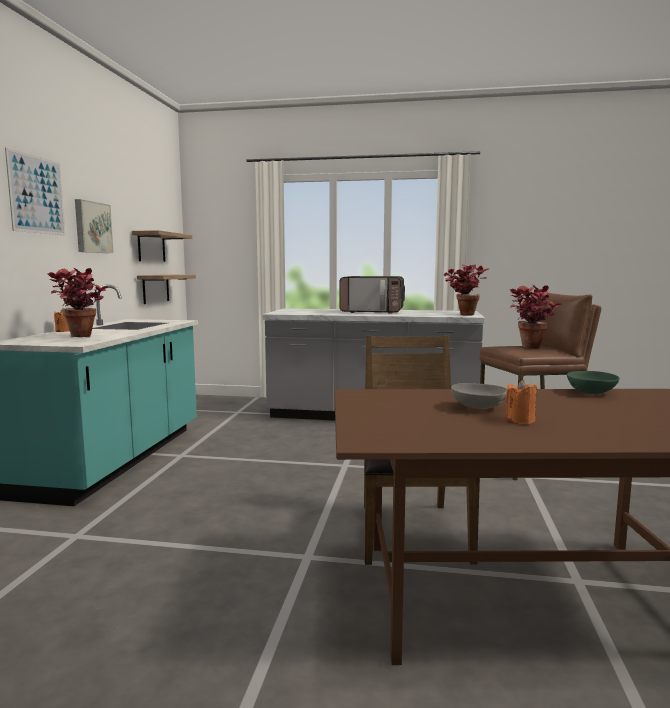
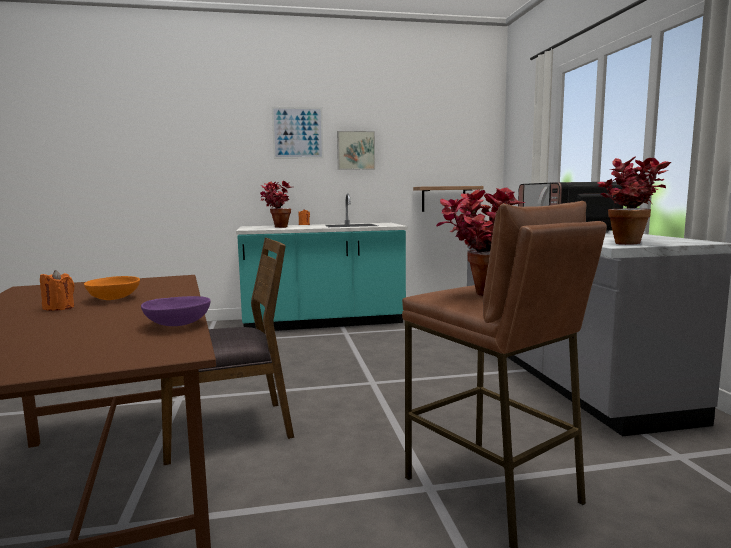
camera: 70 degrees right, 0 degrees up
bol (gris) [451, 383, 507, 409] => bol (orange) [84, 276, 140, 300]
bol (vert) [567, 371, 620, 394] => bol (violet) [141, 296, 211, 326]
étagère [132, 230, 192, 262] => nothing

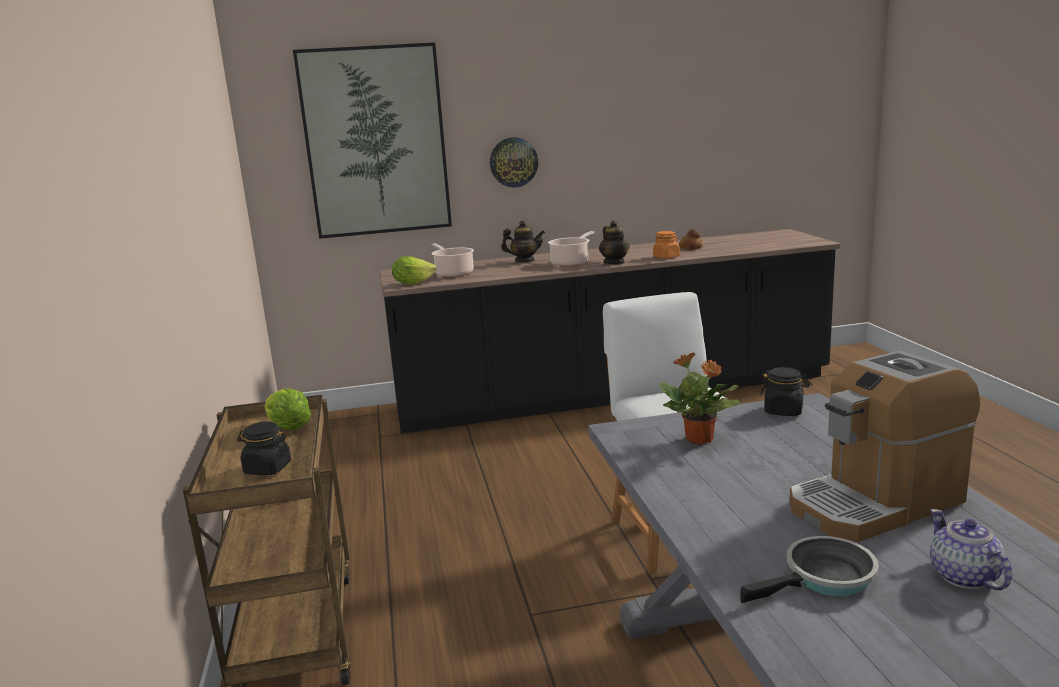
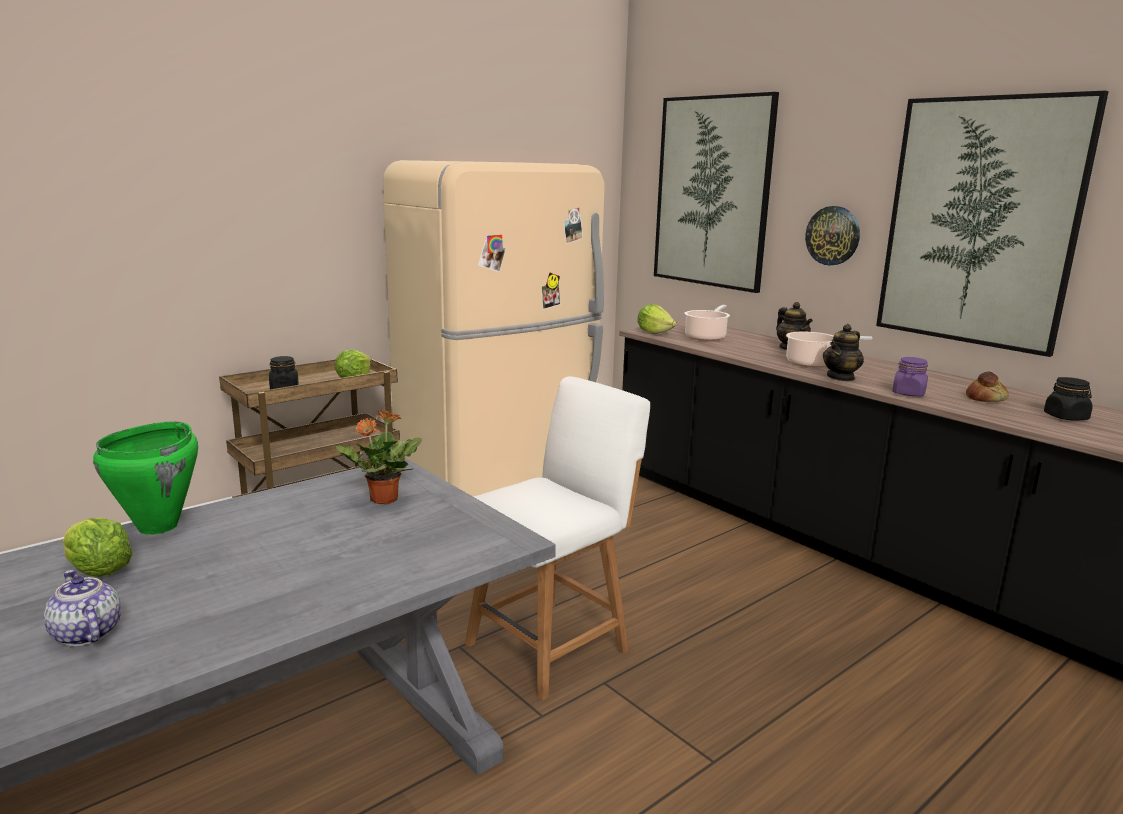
camera: 60 degrees right, 0 degrees up
théière [930, 509, 1012, 590] => théière [44, 570, 121, 646], 90 degrees counterclockwise
poêle [741, 536, 879, 603] => laitue [62, 518, 133, 577]
nothing => marmite (vert) [93, 422, 198, 535]
nothing => réfrigérateur (beige) [383, 160, 605, 497]
nothing => tableau [876, 91, 1109, 357]
bocal (orange) [653, 231, 680, 259] => bocal (violet) [892, 357, 928, 396]
bocal (noir) [760, 367, 810, 416] => bocal (noir) [1044, 377, 1093, 420], shifted
machine à café [790, 350, 980, 542] => nothing

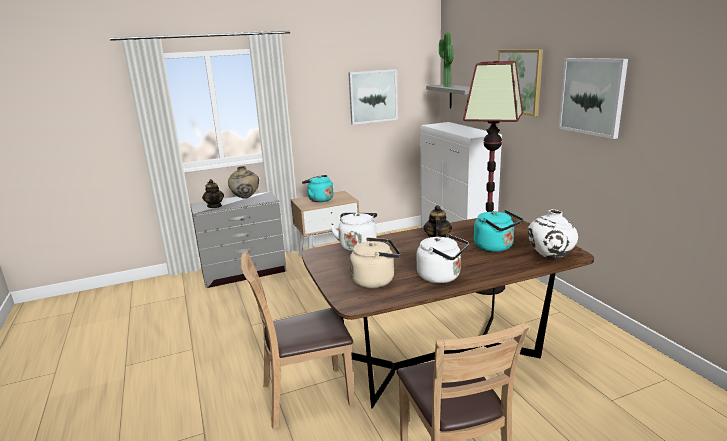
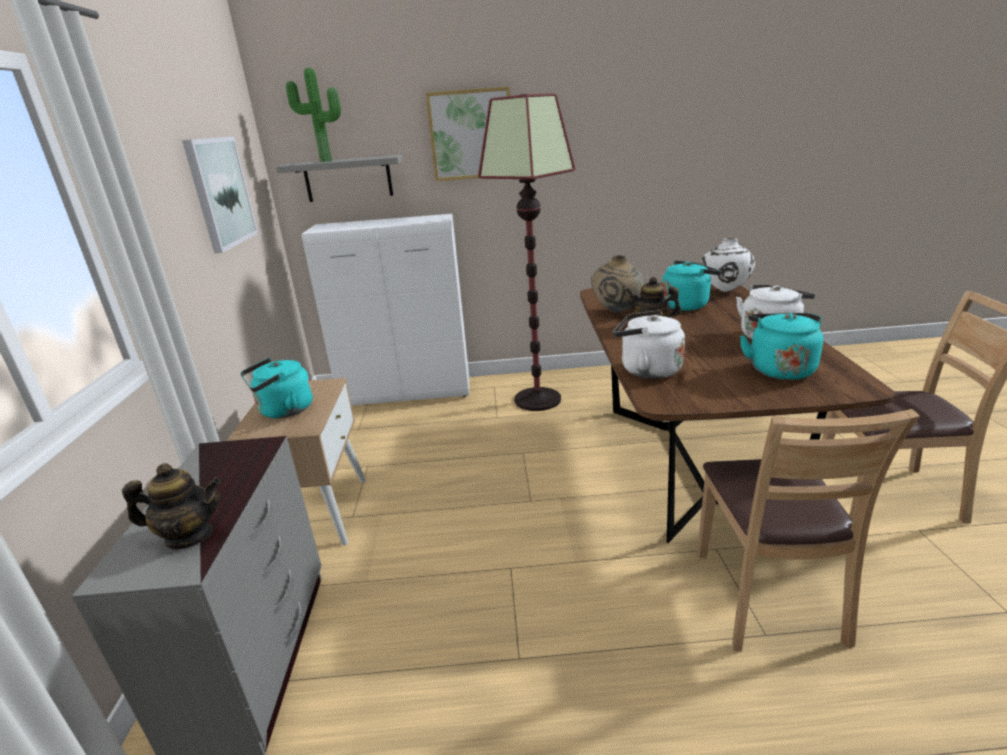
camera: 70 degrees left, 5 degrees up
vase (beige) [228, 166, 259, 199] => vase (beige) [591, 255, 645, 313], shifted
bouilloire (beige) [350, 237, 400, 288] => bouilloire (turquoise) [740, 313, 823, 380]
tableau [558, 58, 628, 139] => nothing

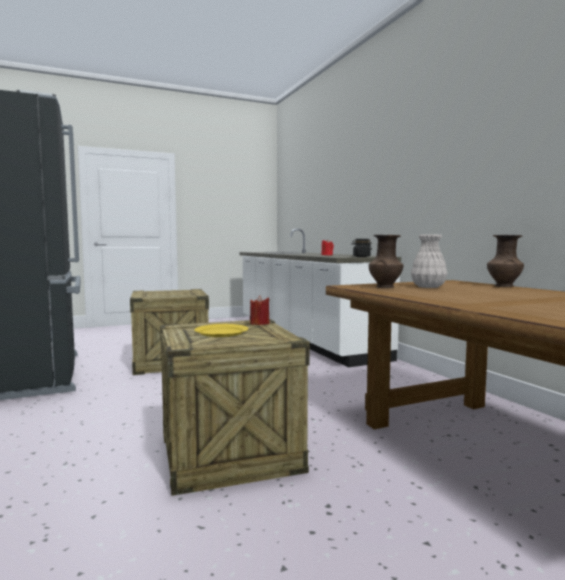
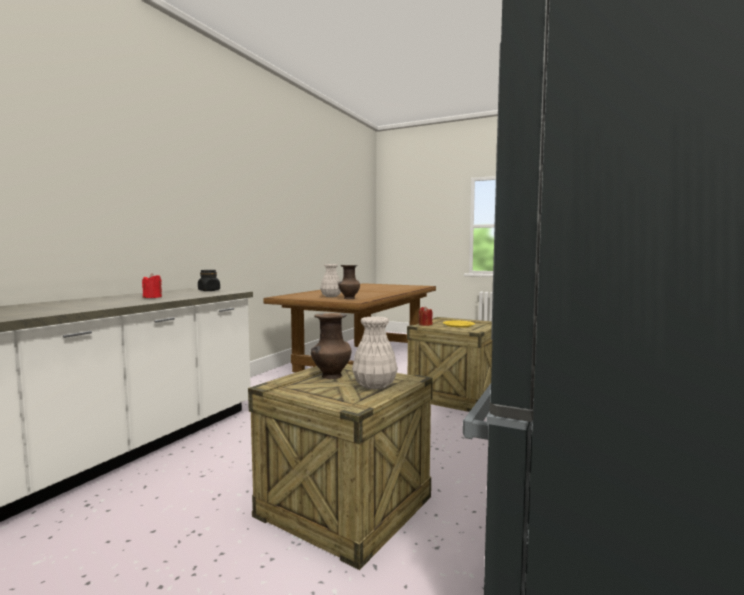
camera: 130 degrees left, 0 degrees up
vase (marron) [487, 235, 524, 287] => vase (marron) [311, 313, 351, 379], shifted
nothing => vase (blanc) [352, 316, 398, 389]

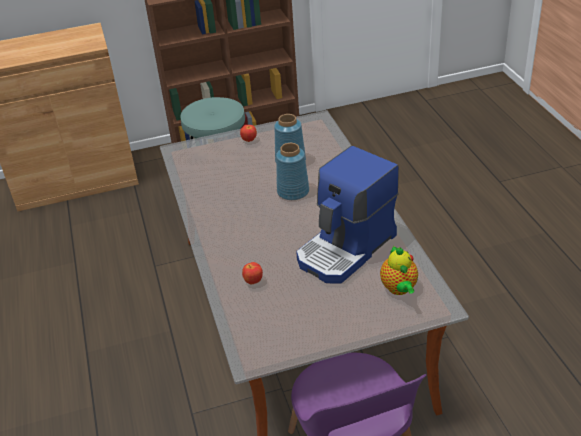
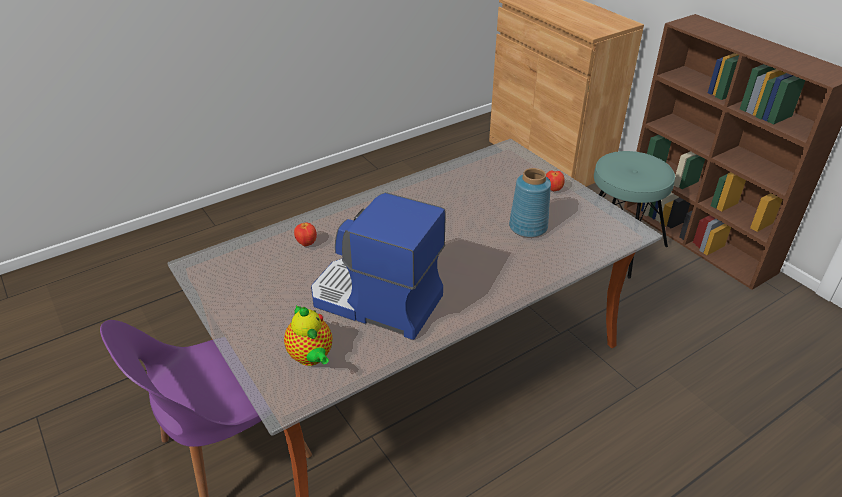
camera: 70 degrees right, 0 degrees up
théière [380, 246, 418, 295] => théière [284, 305, 332, 366], 90 degrees counterclockwise
vase (bleu) [276, 143, 309, 200] => nothing

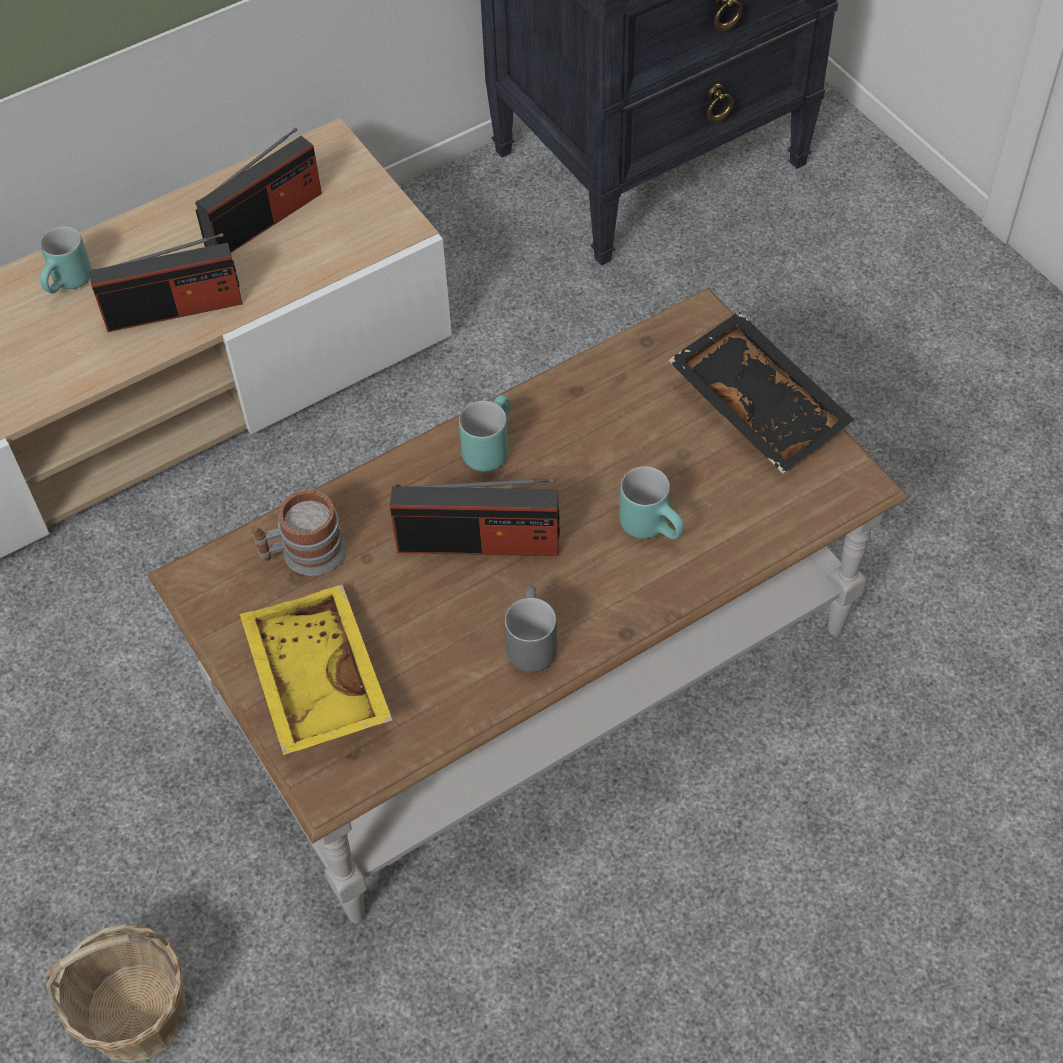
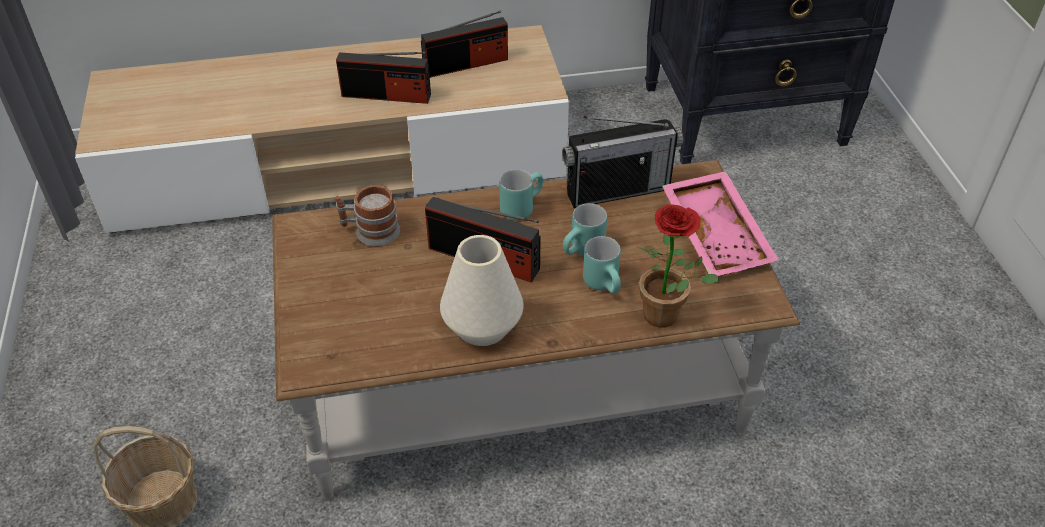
camera: 20 degrees right, 10 degrees down
mug (gris) [504, 585, 557, 672] => vase (blanc) [440, 235, 524, 346]
nothing => radio [562, 116, 683, 208]
mug (turquoise) [40, 226, 92, 293] => mug (turquoise) [563, 203, 607, 256], shifted
nothing => plante en pot [638, 205, 719, 328]
plateau (noir) [668, 311, 854, 474] => plateau (rose) [662, 171, 779, 276]
plateau (jaune) [240, 585, 393, 755] => nothing

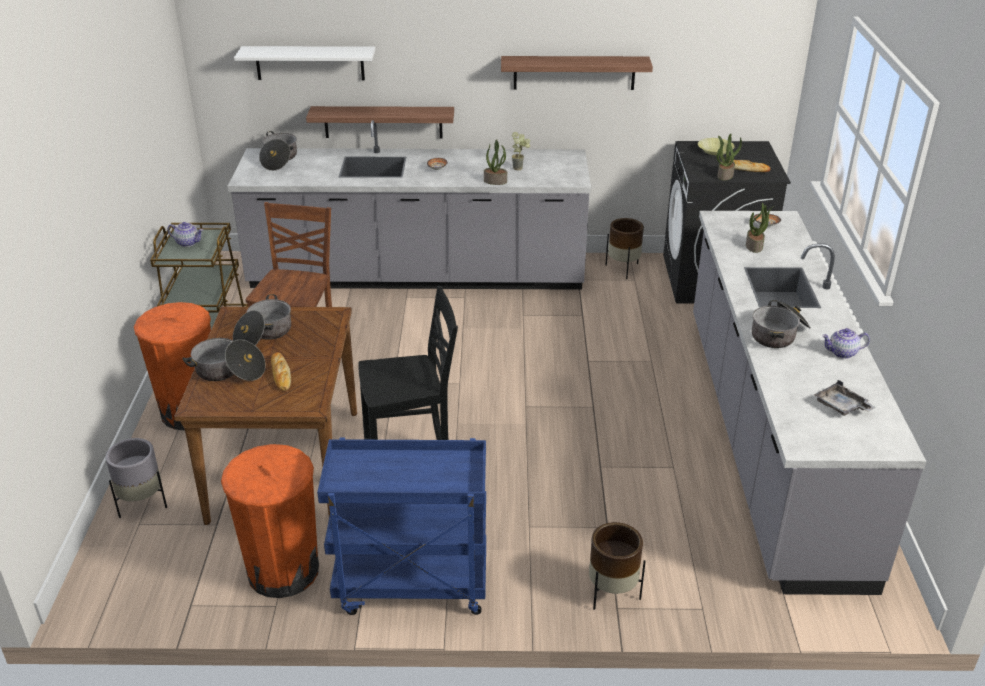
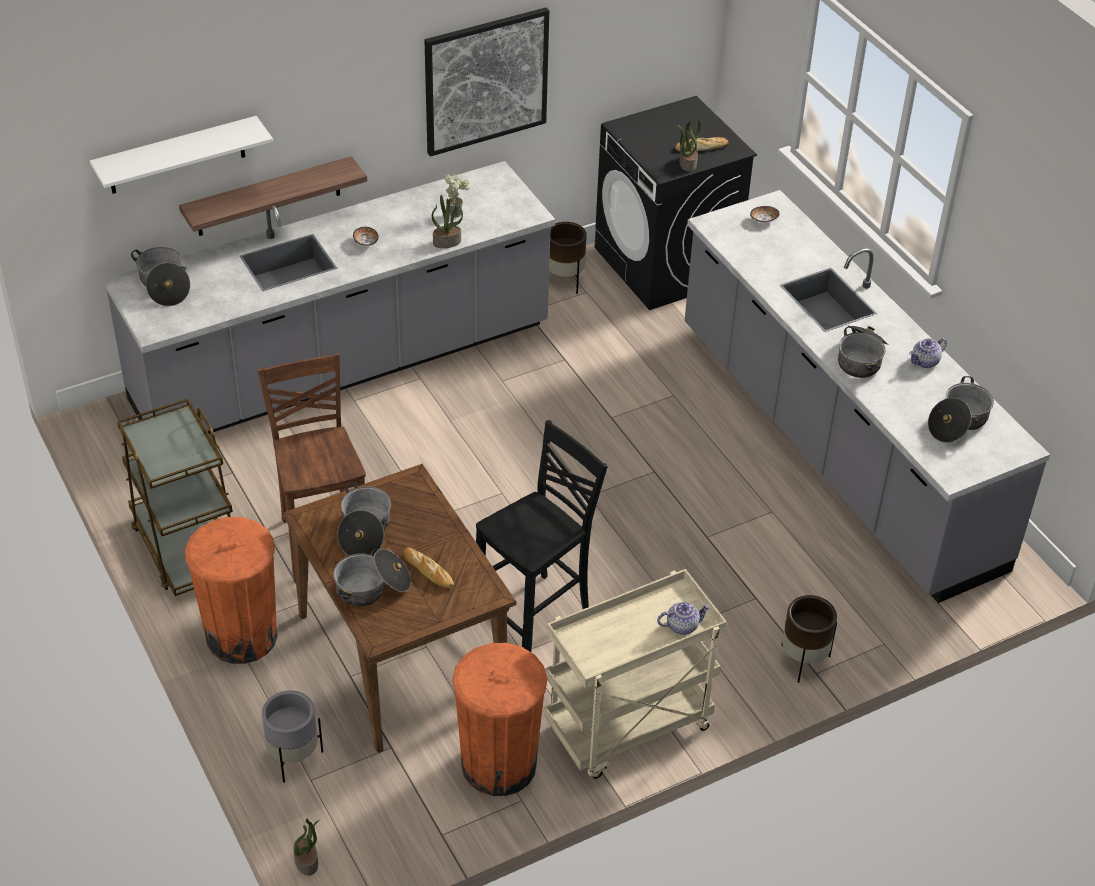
camera: 30 degrees left, 10 degrees up
plante en pot [746, 203, 774, 253] => plante en pot [293, 819, 319, 876], shifted
étagère [501, 56, 653, 90] => tableau [424, 7, 549, 157]
chariot (bleu) [317, 438, 486, 615] => chariot (beige) [544, 569, 727, 779]
théière [167, 222, 203, 247] => théière [657, 602, 711, 635], shifted
plateau (gris) [814, 380, 876, 416] => marmite [928, 376, 994, 443]
bol (jaune) [698, 138, 735, 155] => nothing

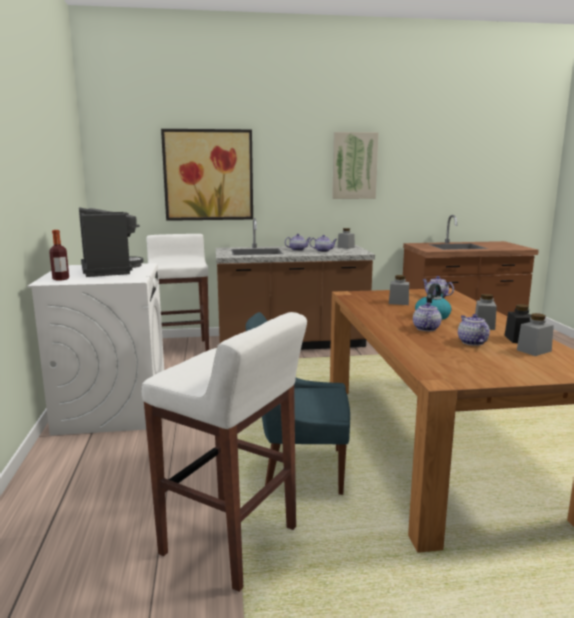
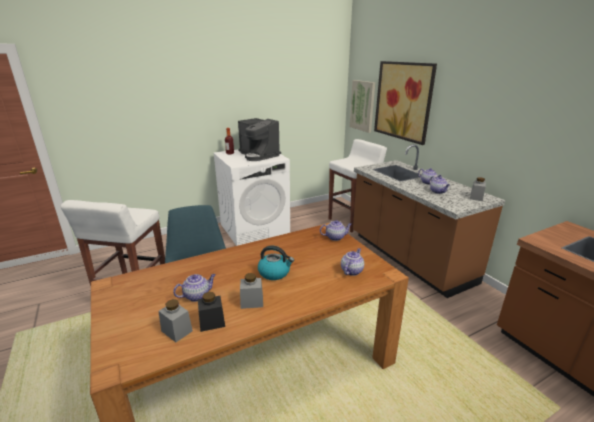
camera: 70 degrees right, 10 degrees up
machine à café [79, 207, 143, 277] => machine à café [238, 118, 281, 161], 90 degrees clockwise
théière [413, 302, 442, 331] => théière [320, 220, 352, 241], shifted
tableau [332, 132, 379, 199] => tableau [350, 80, 375, 133], shifted
bocal (gris) [389, 275, 409, 305] => nothing

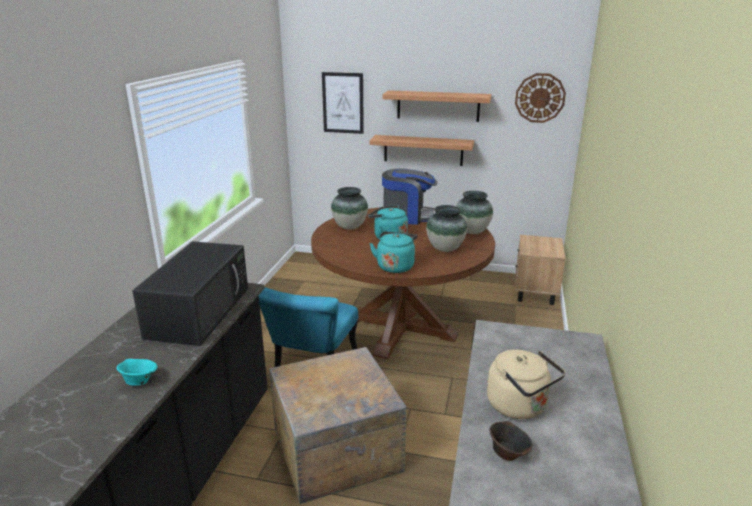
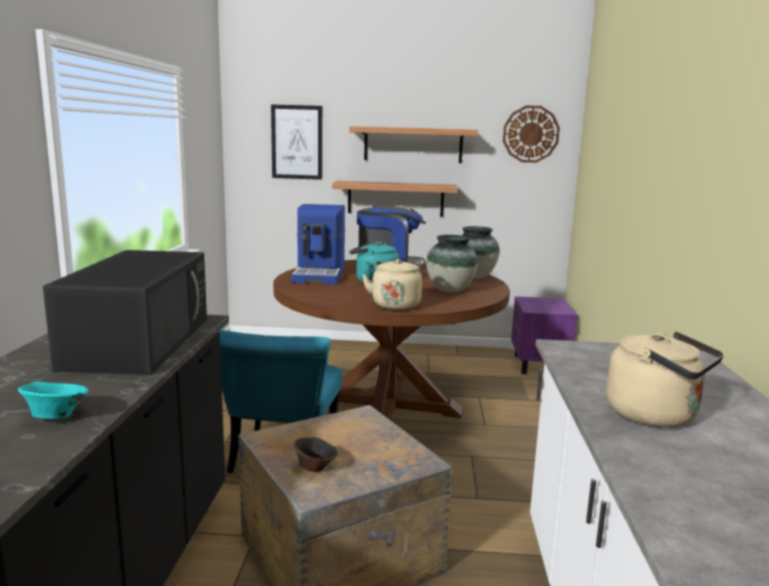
camera: 10 degrees left, 10 degrees down
vase [331, 187, 368, 230] => machine à café [292, 204, 345, 284]
bol (marron) [490, 421, 532, 461] => bol (marron) [294, 437, 338, 472], shifted
bouilloire (turquoise) [370, 231, 418, 273] => bouilloire (beige) [362, 259, 422, 310]
table de chevet (beige) [516, 235, 565, 305] => table de chevet (violet) [511, 296, 578, 374]

